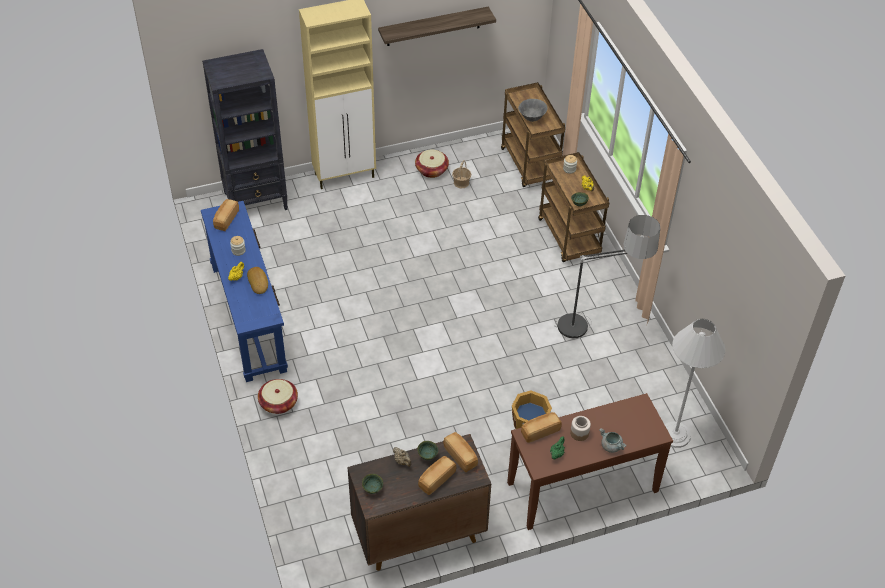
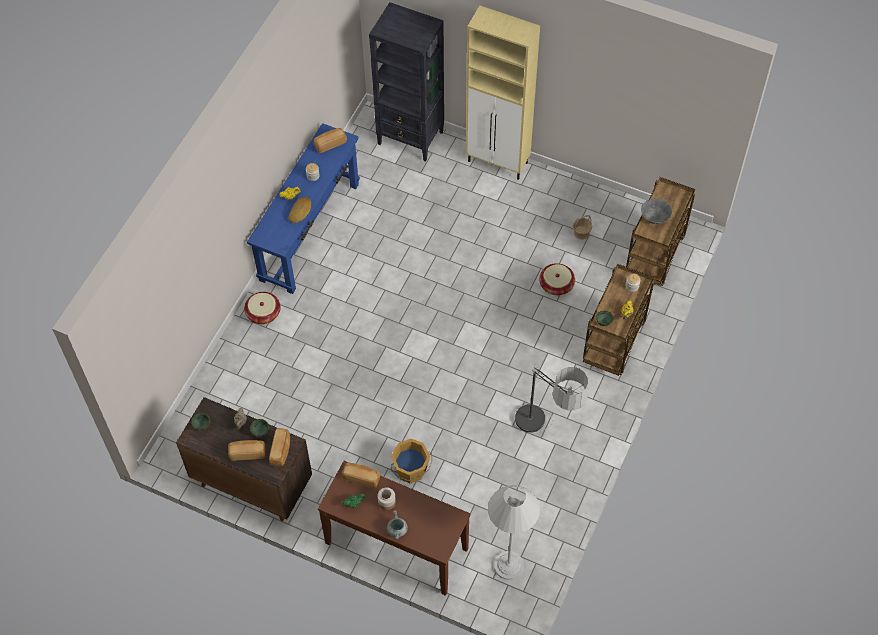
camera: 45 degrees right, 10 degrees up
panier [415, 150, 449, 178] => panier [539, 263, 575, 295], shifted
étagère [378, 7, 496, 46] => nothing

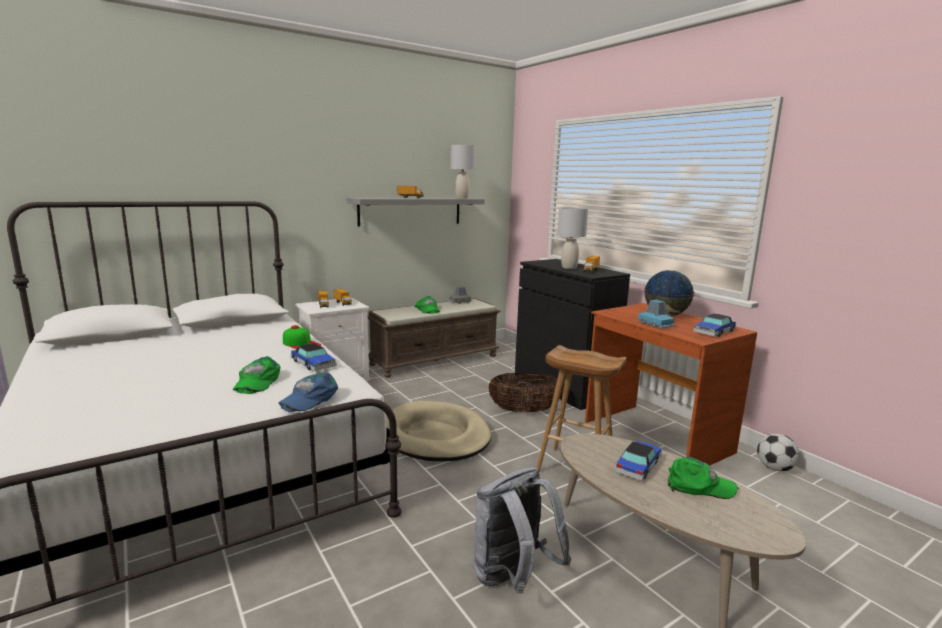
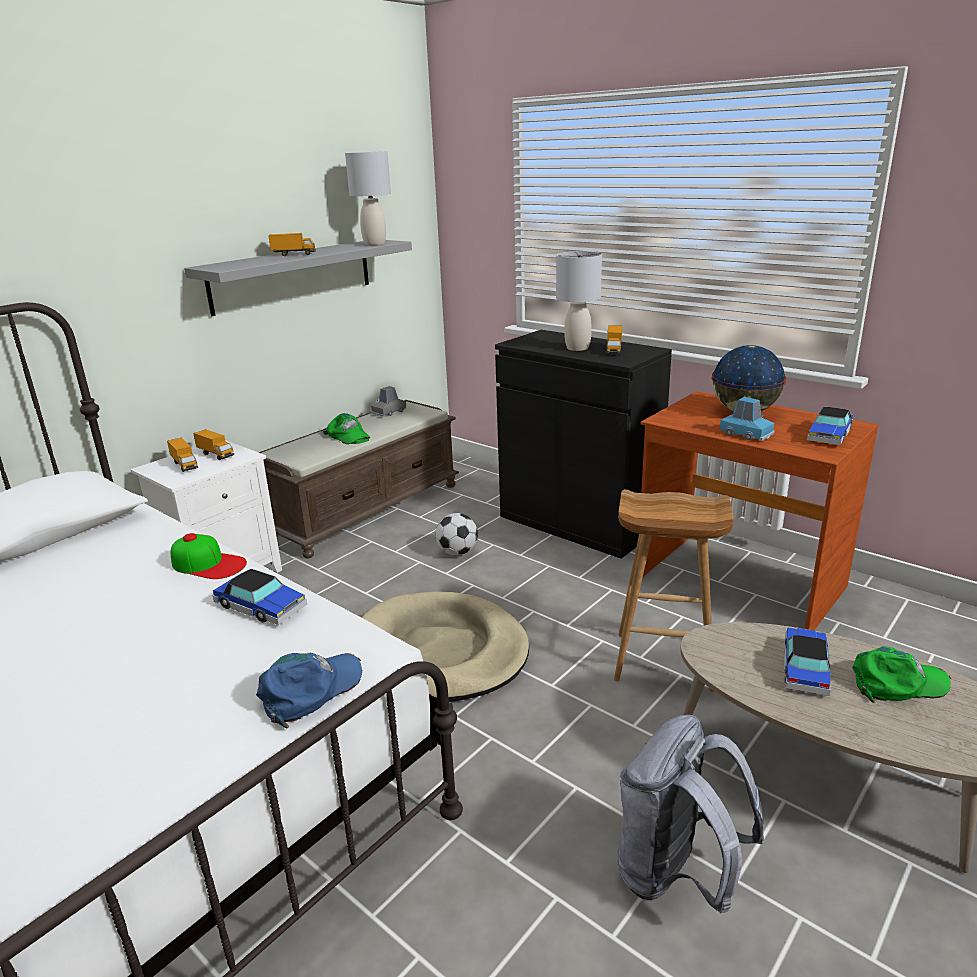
camera: 15 degrees left, 10 degrees up
casquette (bleu) [278, 372, 338, 412] => casquette (bleu) [256, 653, 362, 728], 150 degrees counterclockwise
ballon de foot [757, 434, 800, 471] => ballon de foot [435, 513, 478, 555], shifted
casquette (vert) [233, 356, 281, 394] => nothing
panier [488, 373, 563, 412] => nothing

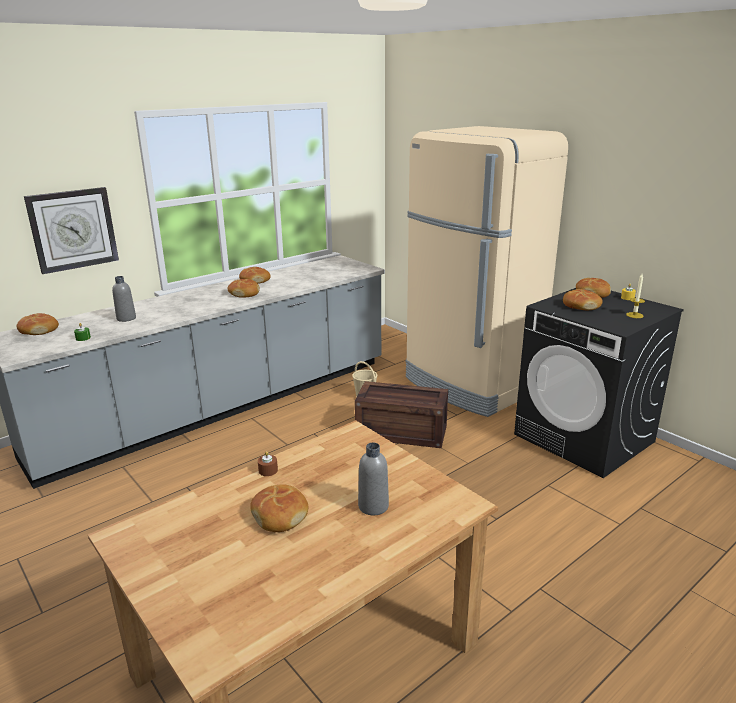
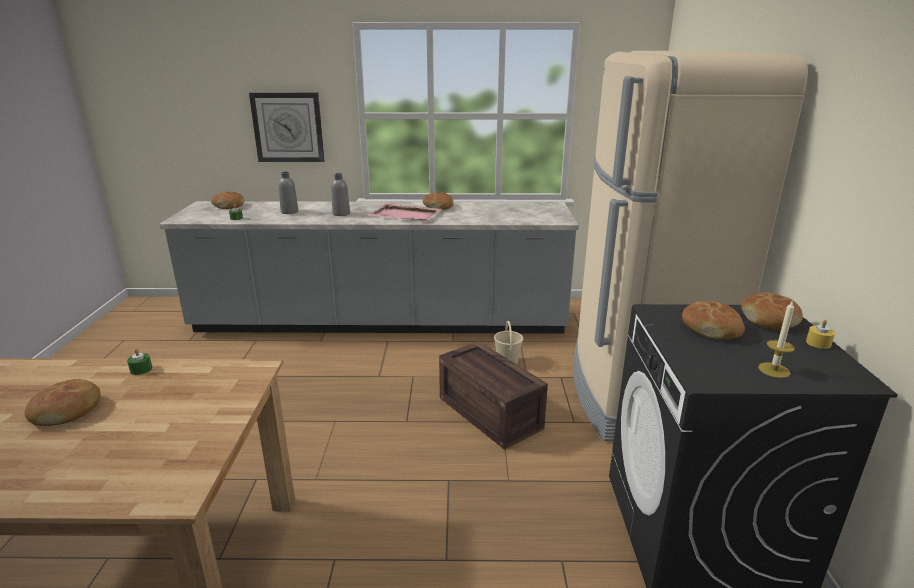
camera: 40 degrees right, 0 degrees up
bougie (marron) [258, 451, 278, 476] => bougie (vert) [127, 348, 152, 375]
bouteille (gris) [358, 442, 389, 515] => bouteille (gris) [331, 173, 350, 216], shifted
pain [227, 279, 260, 298] => plateau (rose) [368, 203, 442, 220]

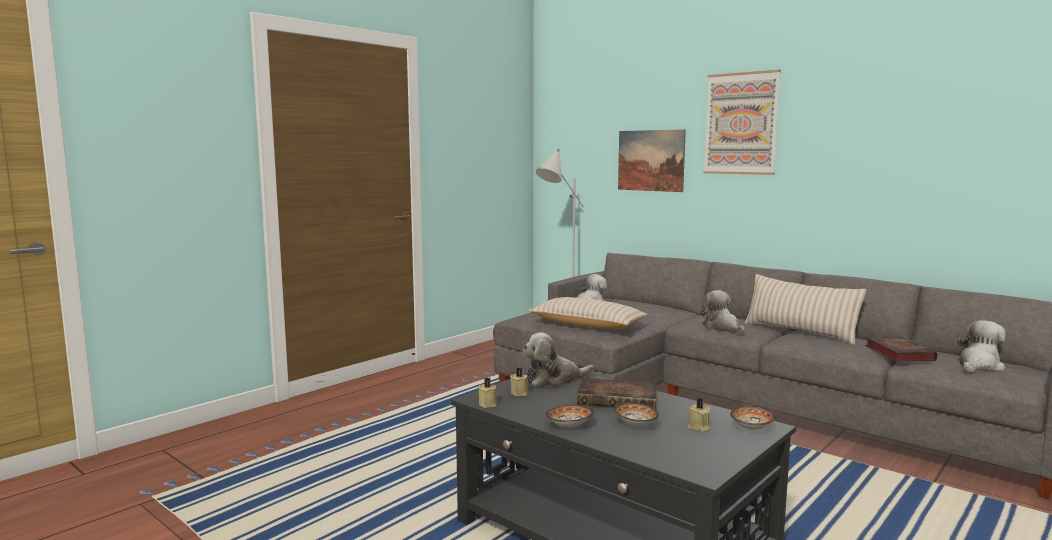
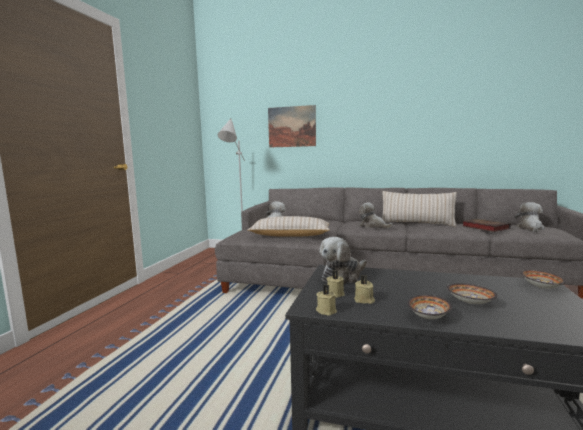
camera: 25 degrees left, 0 degrees up
bougie (beige) [688, 398, 710, 432] => bougie (beige) [354, 275, 375, 304], shifted
livre [577, 378, 656, 409] => nothing
tableau [703, 70, 781, 175] => nothing

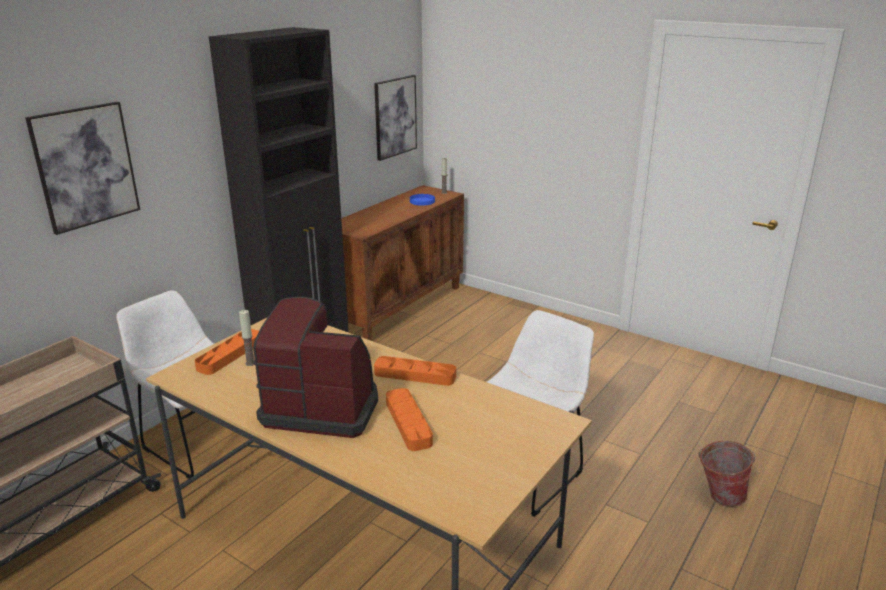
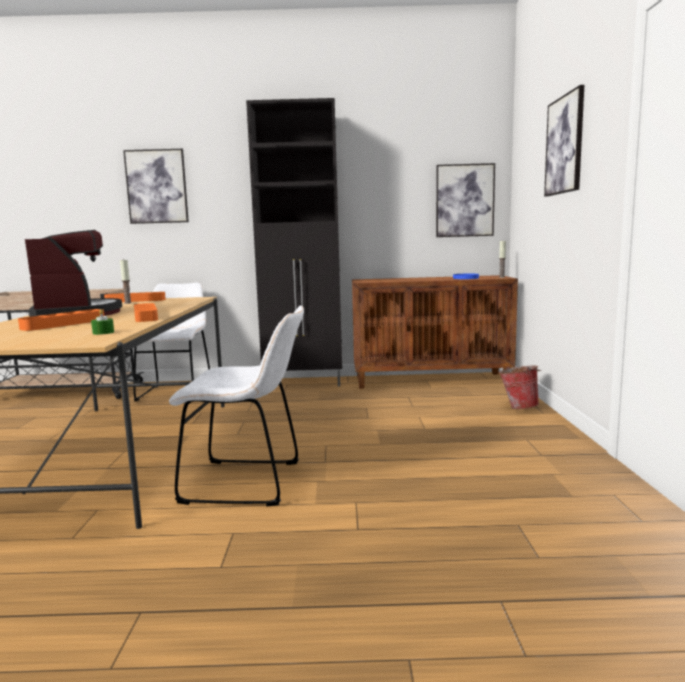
camera: 55 degrees right, 15 degrees down
nothing => bougie (vert) [91, 309, 114, 335]
seau [698, 441, 756, 507] => seau [499, 366, 541, 409], shifted
nothing => tableau [544, 85, 585, 197]

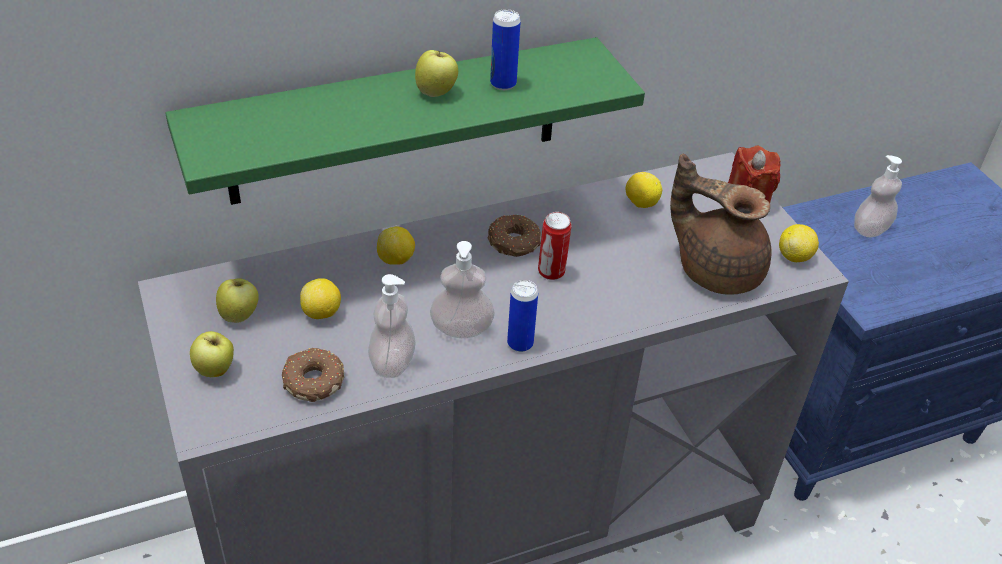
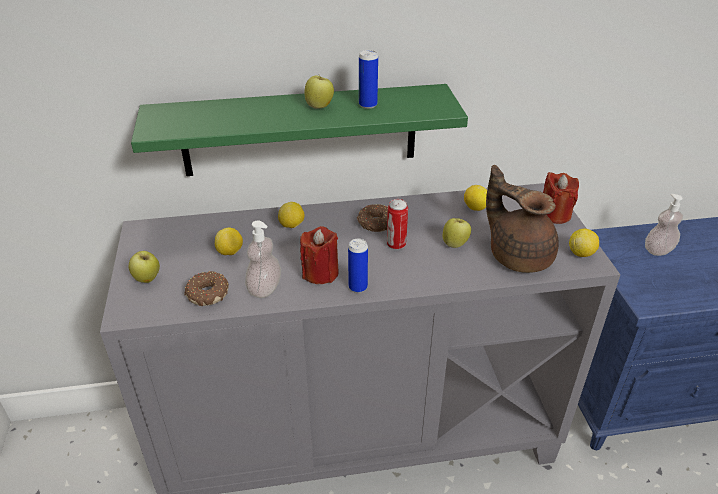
camera: 15 degrees right, 5 degrees down
distributeur de savon [430, 241, 495, 338] => bougie (rouge) [300, 226, 339, 284]
pomme [216, 278, 259, 323] => pomme [443, 218, 471, 248], shifted

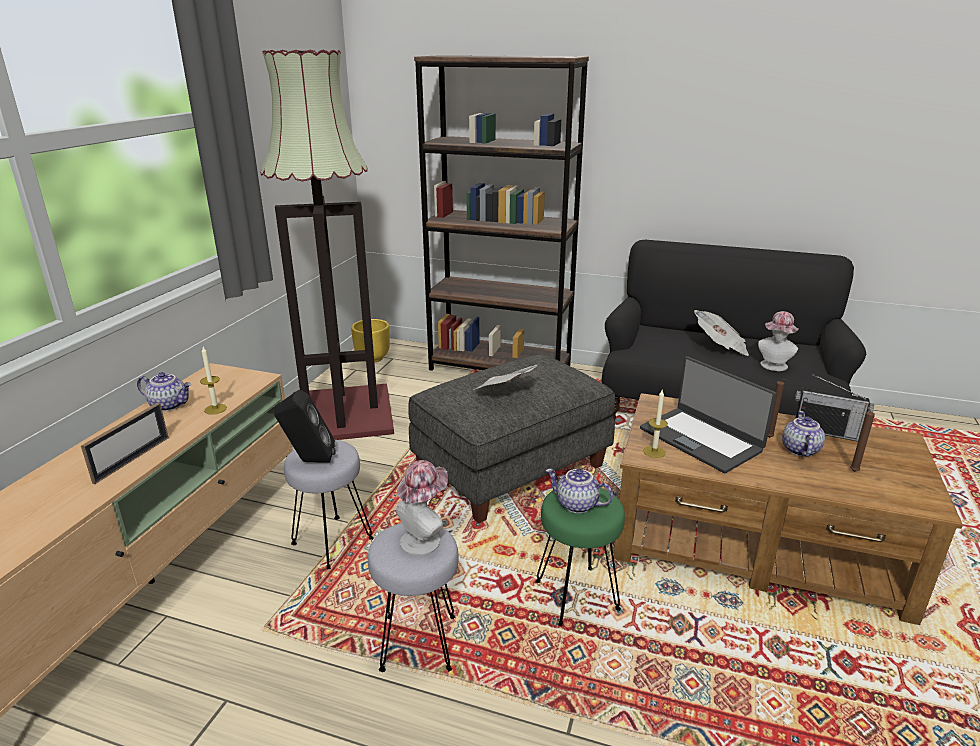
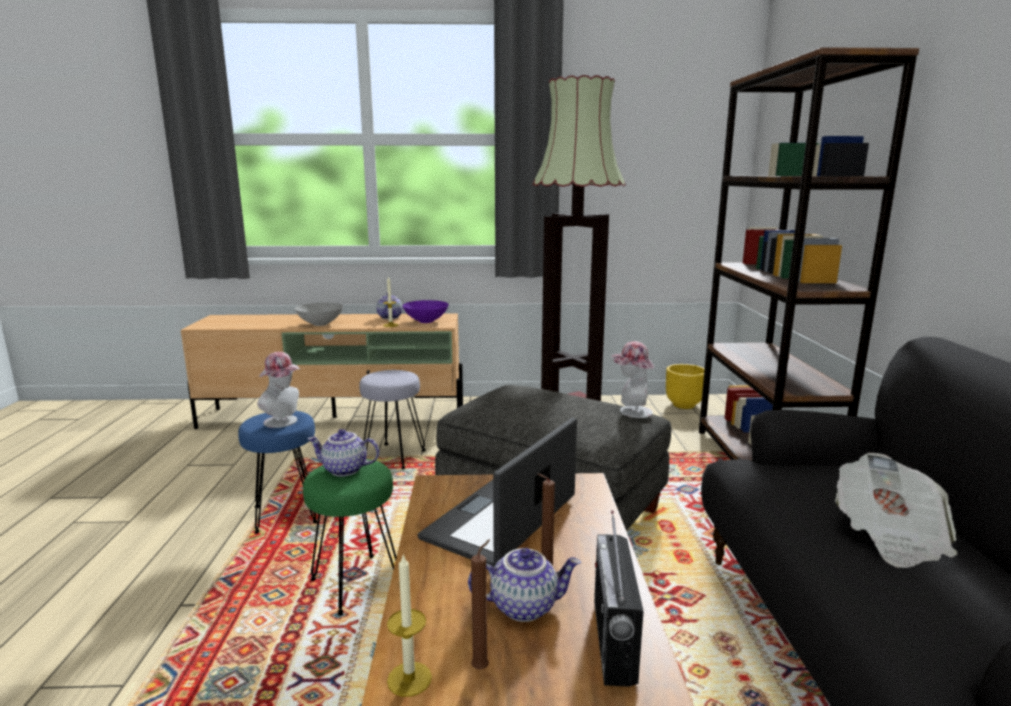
camera: 70 degrees right, 10 degrees down
tabouret (gris) [368, 523, 459, 672] => tabouret (bleu) [238, 411, 317, 534]
cadre photo [81, 403, 169, 484] => bol (gris) [295, 303, 343, 326]
théière [546, 469, 613, 513] => théière [308, 429, 379, 476], 90 degrees counterclockwise
bougie [643, 390, 668, 458] => bougie [387, 553, 432, 697], shifted
nothing => bol (violet) [403, 300, 449, 323]
chapeau [758, 311, 798, 371] => chapeau [611, 341, 654, 418], shifted
enceinte (noir) [274, 390, 336, 463] => nothing
journal [473, 364, 538, 390] => nothing

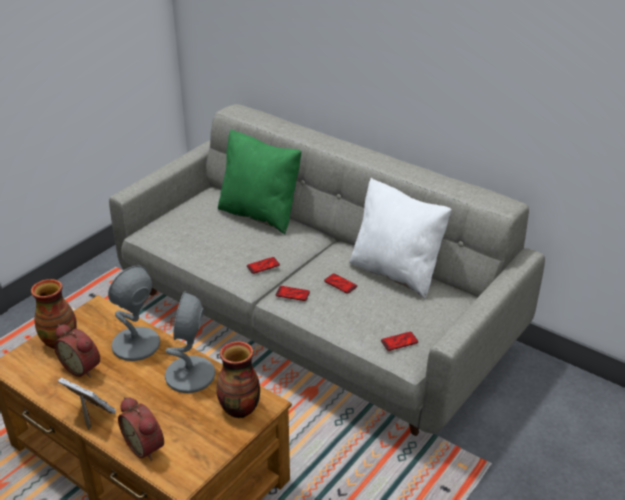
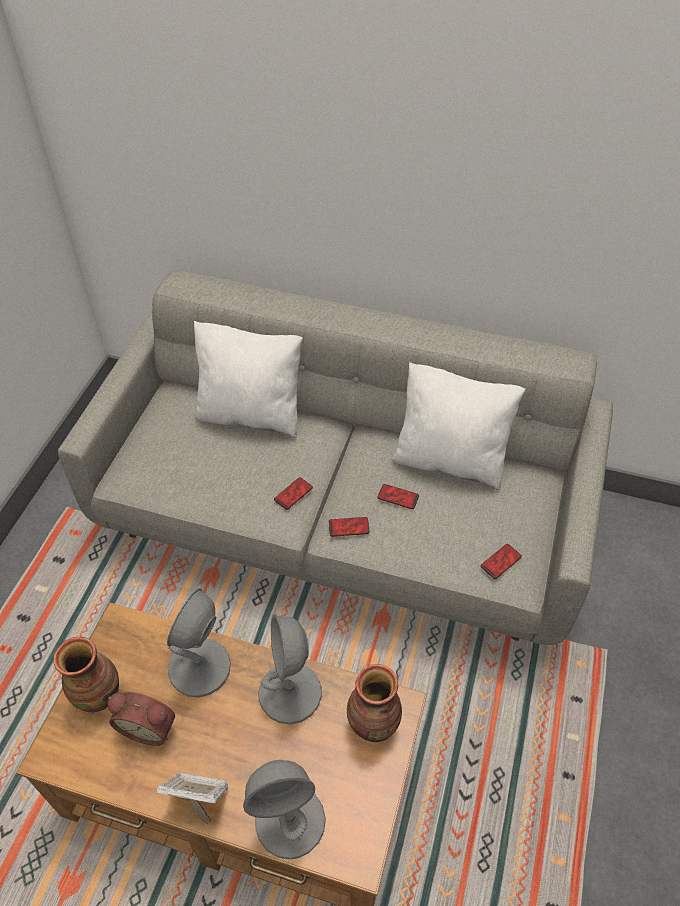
camera: 20 degrees left, 15 degrees up
coussin (vert) [218, 129, 302, 234] => coussin (blanc) [194, 321, 303, 438]
réveil [118, 397, 164, 461] => lampe de table (gris) [243, 760, 326, 859]

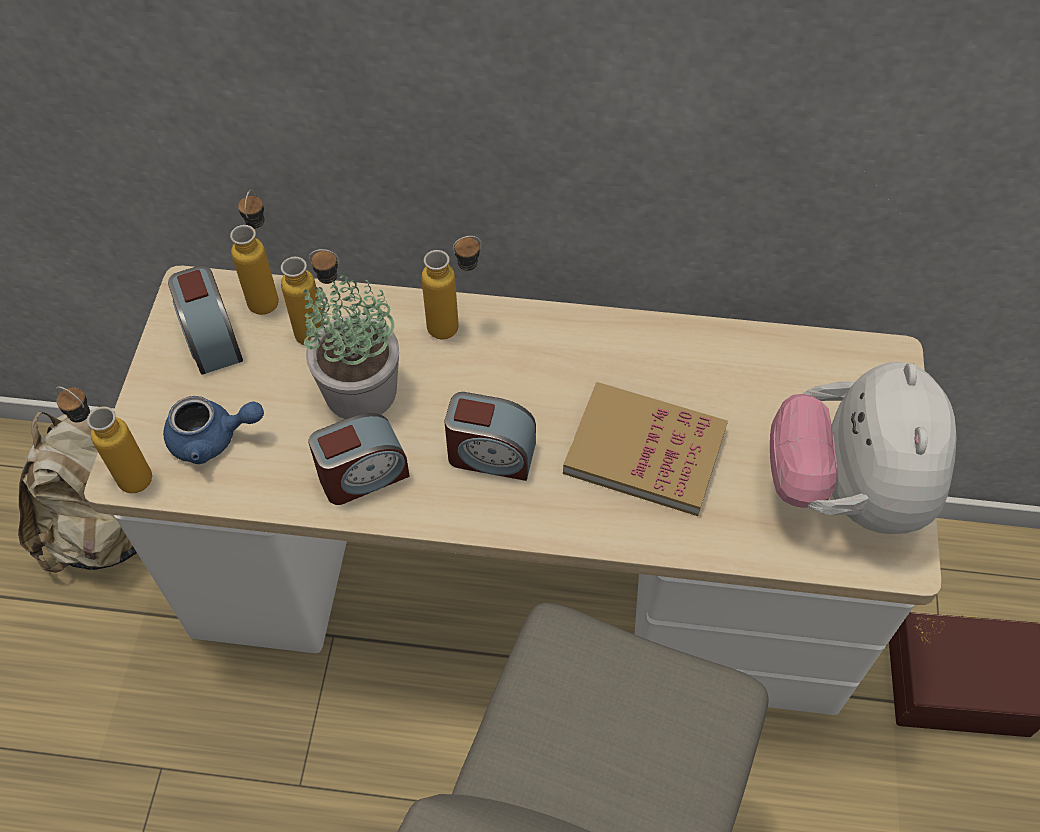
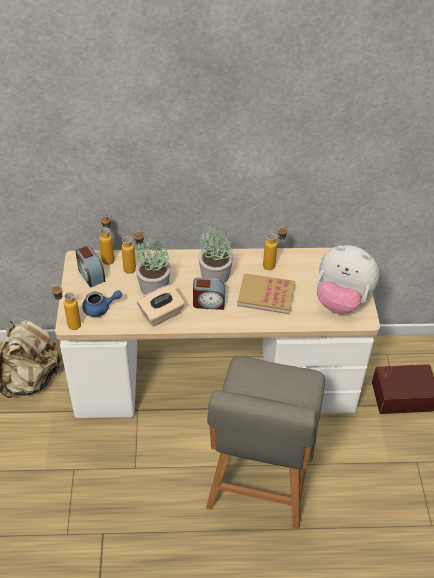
camera: 10 degrees left, 10 degrees down
réveil [308, 413, 410, 505] => boîte à mouchoirs (beige) [137, 285, 185, 326]
nothing => plante en pot [198, 224, 233, 283]
bouteille [421, 236, 481, 339] => bouteille [263, 226, 288, 270], shifted
peluche [770, 362, 957, 534] => peluche [317, 245, 379, 314], 60 degrees counterclockwise

